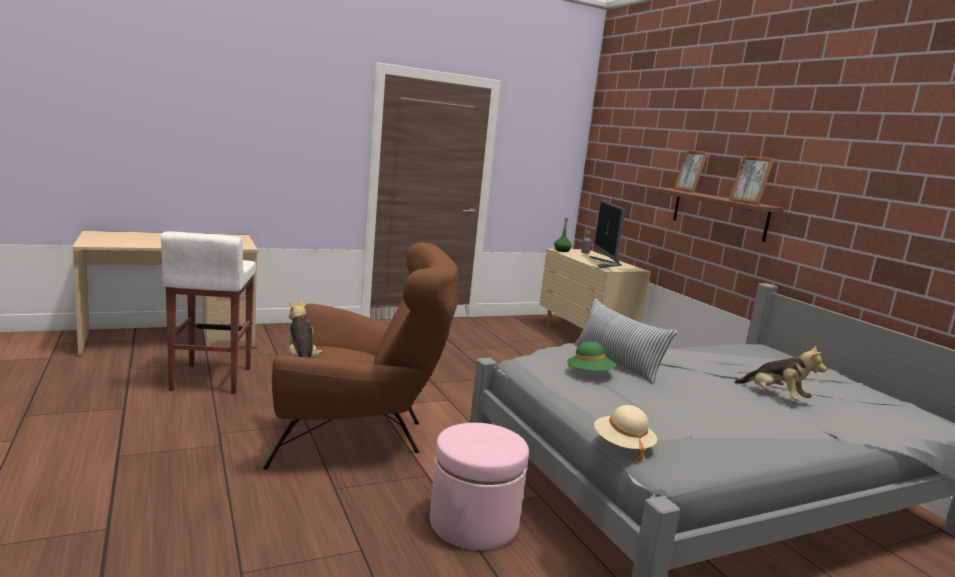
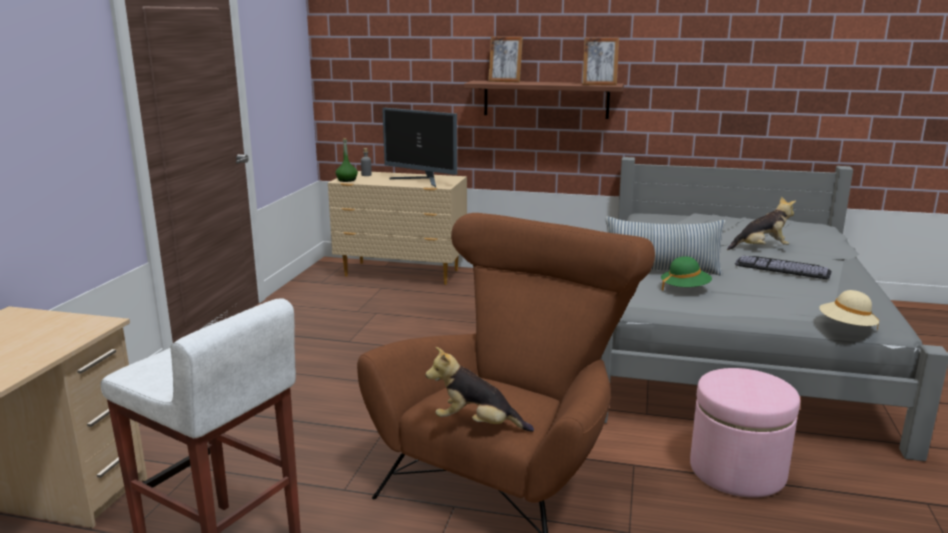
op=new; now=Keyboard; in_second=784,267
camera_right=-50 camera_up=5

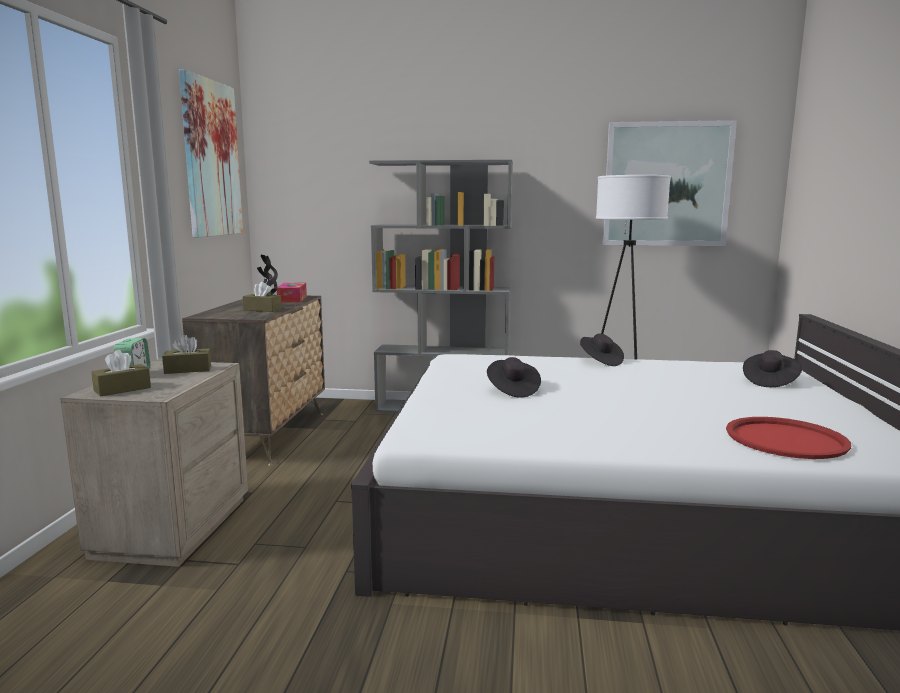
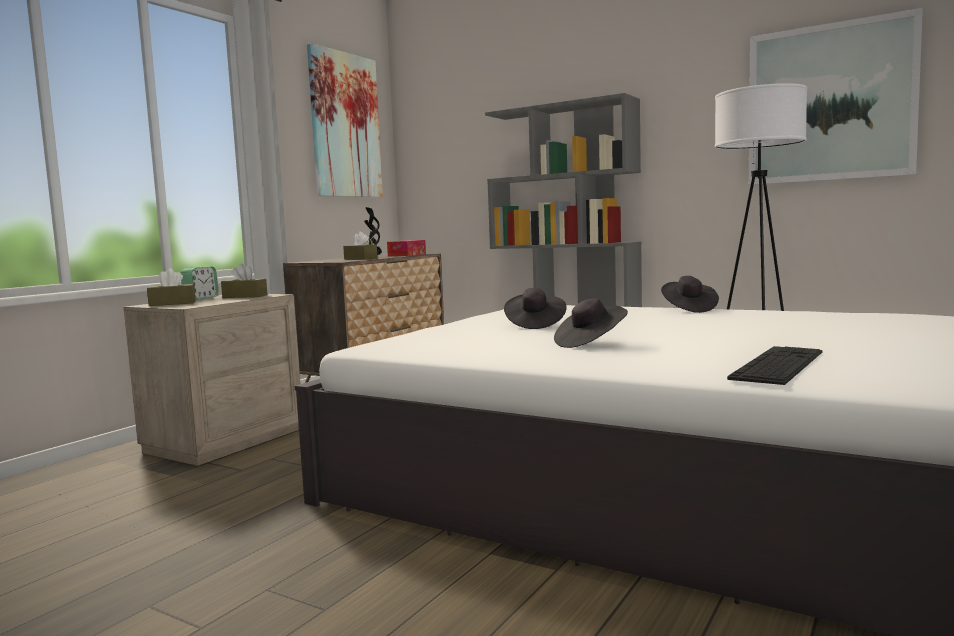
op=shifted; was=BlackHat; in_first=769,381; in_second=590,343
op=swapped; was=RedTray; now=Keyboard; in_first=786,439; in_second=778,365
camera_right=25 camera_up=-5

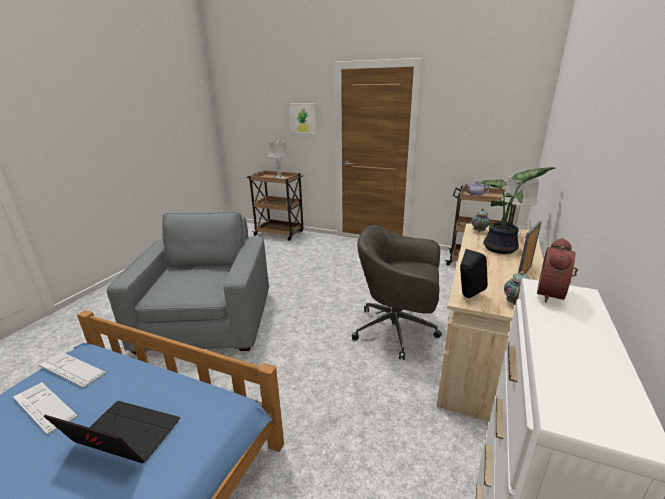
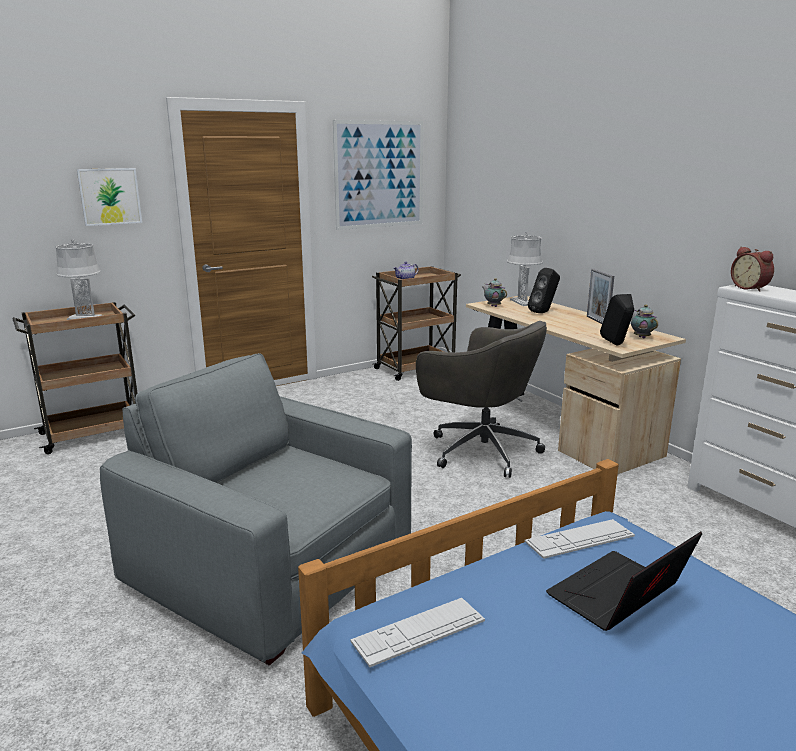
op=new; now=Picture; in_second=379,174
op=rotated; was=GreyOfficeChair; in_first=397,330; in_second=480,450; clockwise=-105
op=shifted; was=Keyboard; in_first=44,407; in_second=579,539
op=swapped; was=PottedPlant; now=BlackSpeaker; in_first=502,249; in_second=544,312
camera_right=-55 camera_up=-5

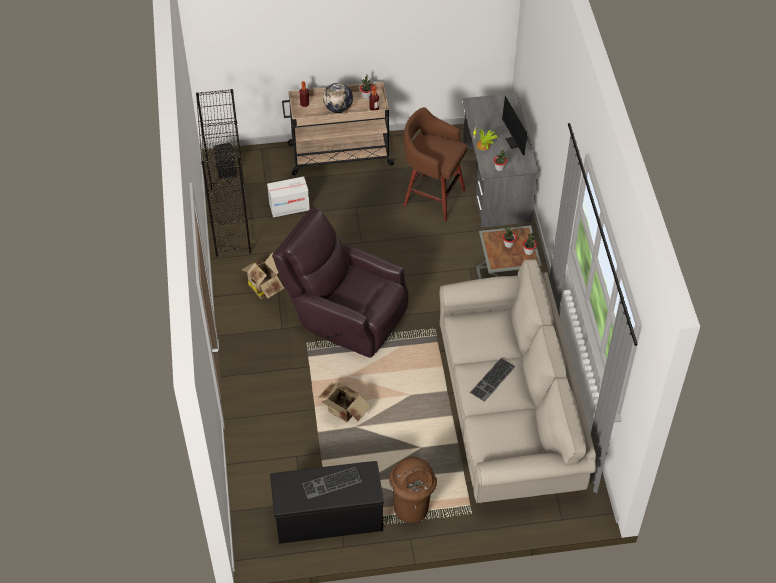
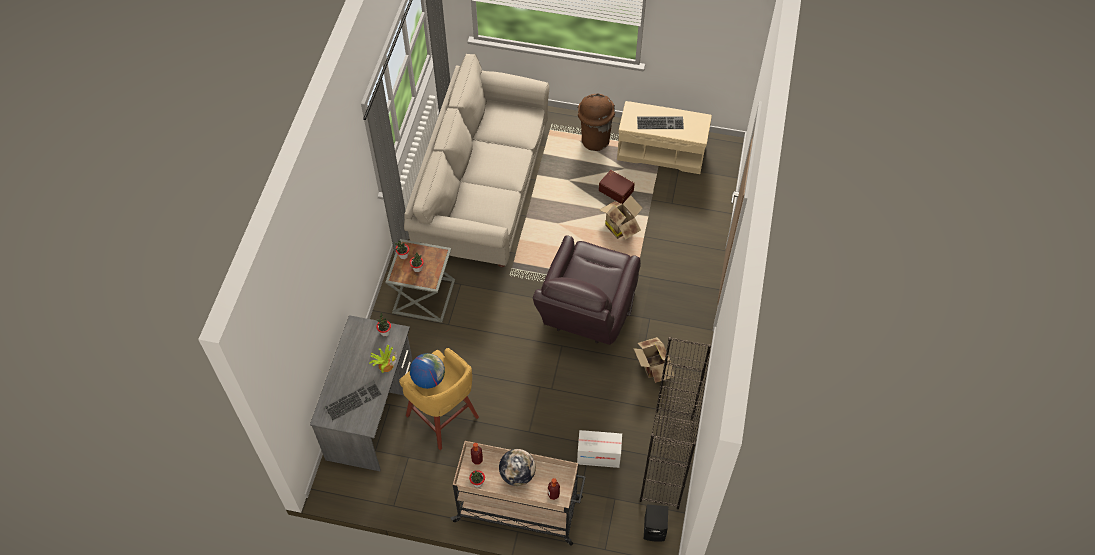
op=shifted; was=Keyboard; in_first=493,380; in_second=353,399
op=repainted; was=BrownStool; now=YellowStool; in_first=432,197; in_second=443,418
op=new; now=Globe; in_second=428,379
op=rotated; was=BrownArmchair; in_first=345,314; in_second=586,314; clockwise=60
op=new; now=BrownStorageBox; in_second=616,190
op=repainted; was=BlackBench; now=BeigeBench; in_first=327,517; in_second=662,152
op=gone; was=Monitor; in_first=515,144
camera_right=-160 camera_up=5

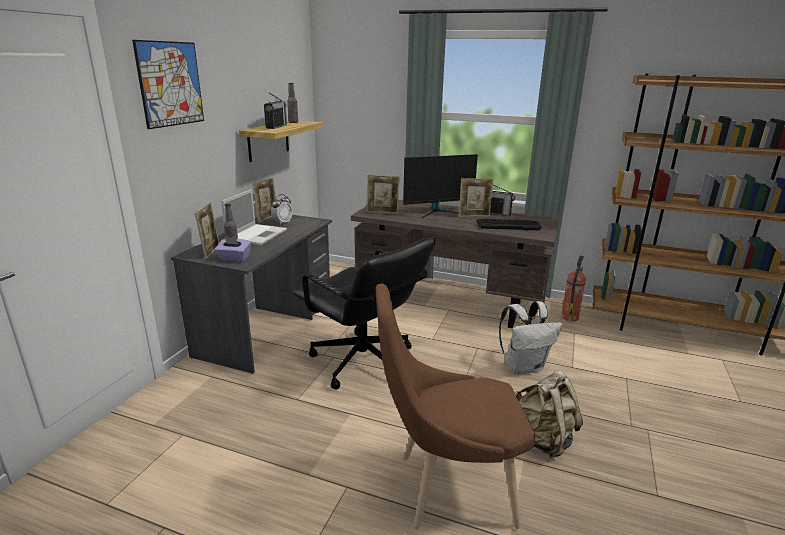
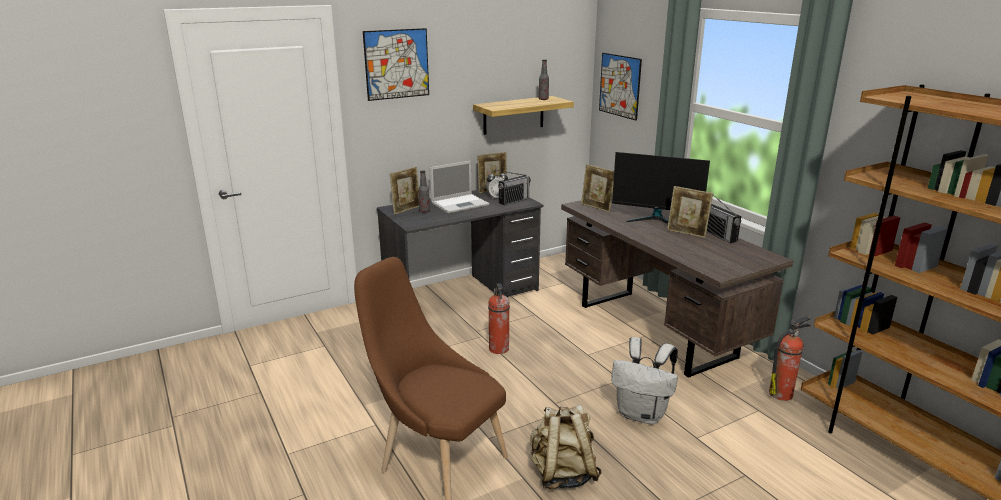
op=swapped; was=BlackOfficeChair; now=FireExtinguisher; in_first=363,362; in_second=499,349
op=shifted; was=Radio; in_first=276,126; in_second=514,201
op=new; now=Picture; in_second=619,85
op=gone; was=PurpleTissueBox; in_first=234,259
op=gone; was=Keyboard; in_first=507,225
camera_right=40 camera_up=0

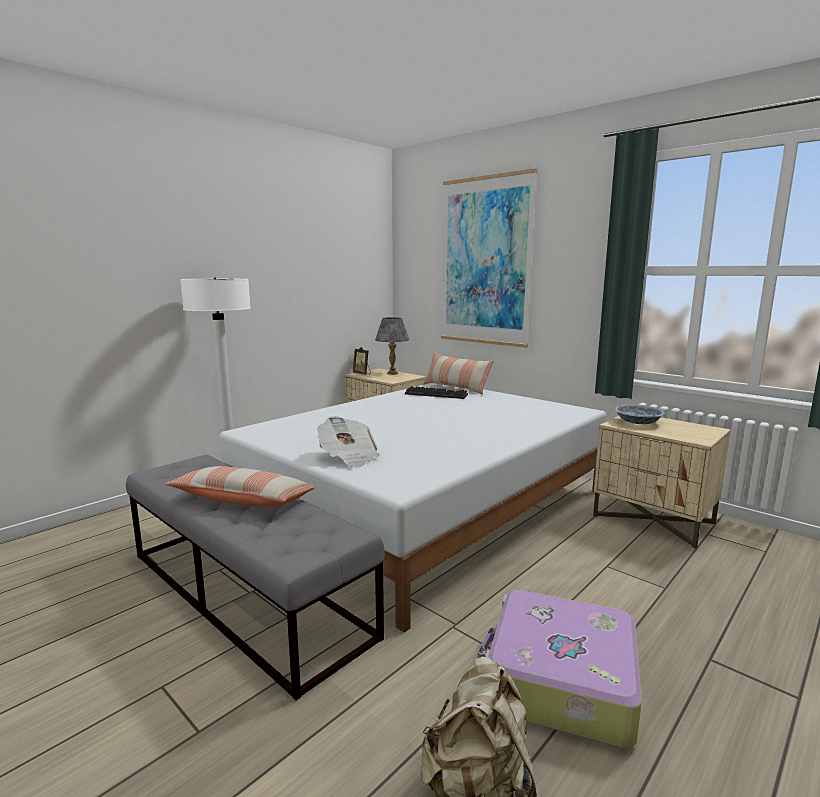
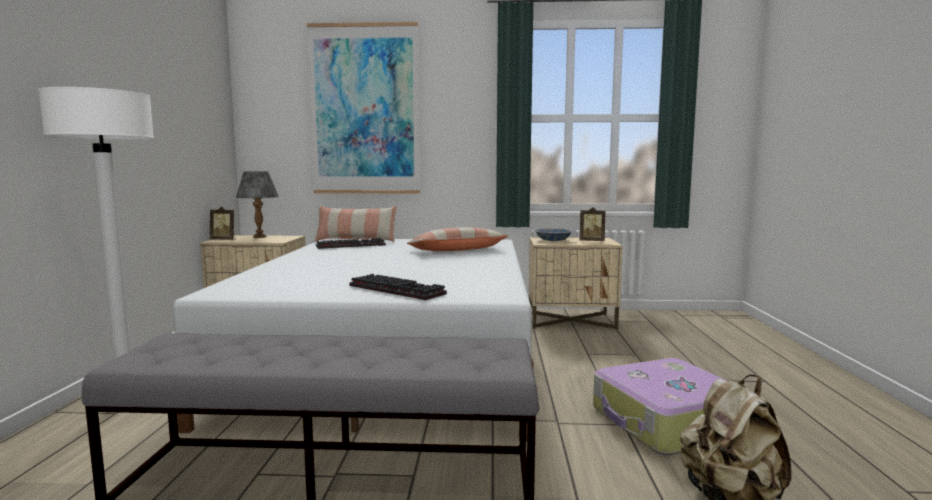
op=swapped; was=Newspaper; now=Keyboard; in_first=348,457; in_second=399,290
op=shifted; was=Pillow; in_first=243,500; in_second=457,250
op=new; now=PictureFrame; in_second=591,241
camera_right=-40 camera_up=-5

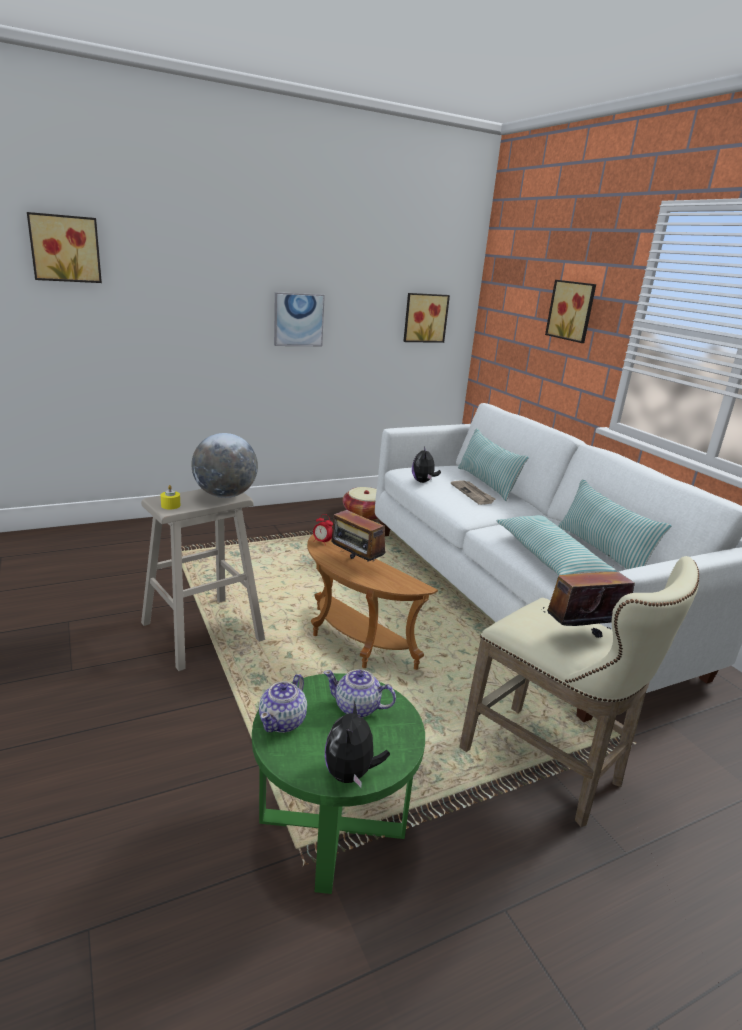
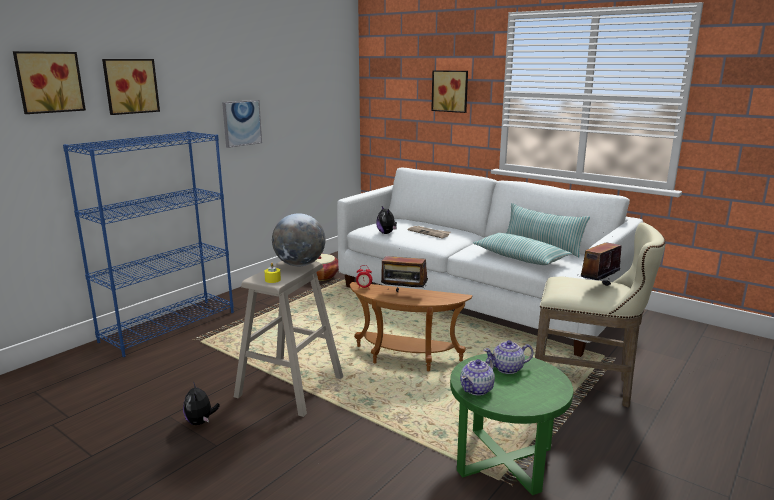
op=new; now=BlueBookcase; in_second=169,326
op=shifted; was=Picture; in_first=424,318; in_second=130,86
op=shifted; was=PlushToy; in_first=351,774; in_second=201,422
op=rotated; was=Teapot; in_first=283,721; in_second=477,389; clockwise=45
op=gone; was=Pillow; in_first=486,483
camera_right=-25 camera_up=-5

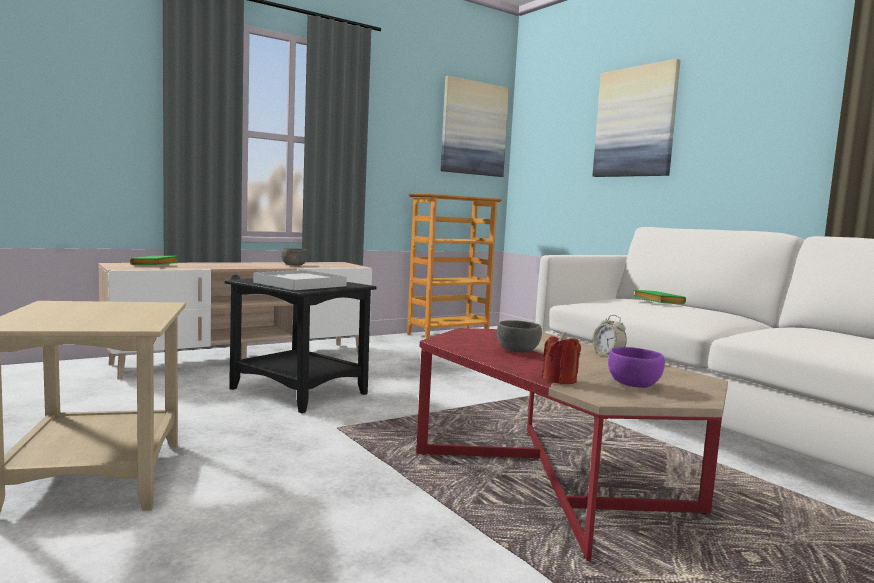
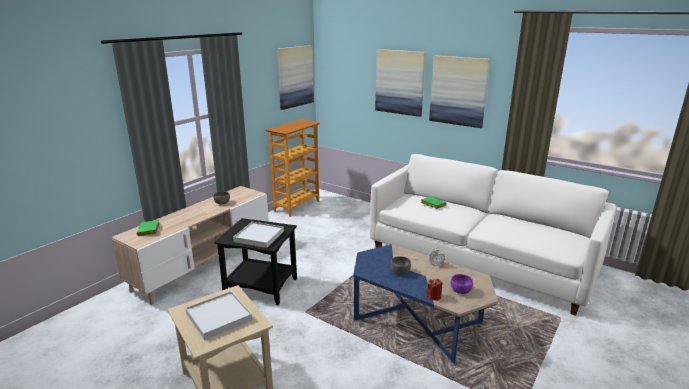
op=new; now=WhiteTray; in_second=219,317
op=repainted; was=RedCoffeeTable; now=BlueCoffeeTable; in_first=551,482; in_second=418,321
op=new; now=Picture; in_second=458,91
camera_right=-20 camera_up=15

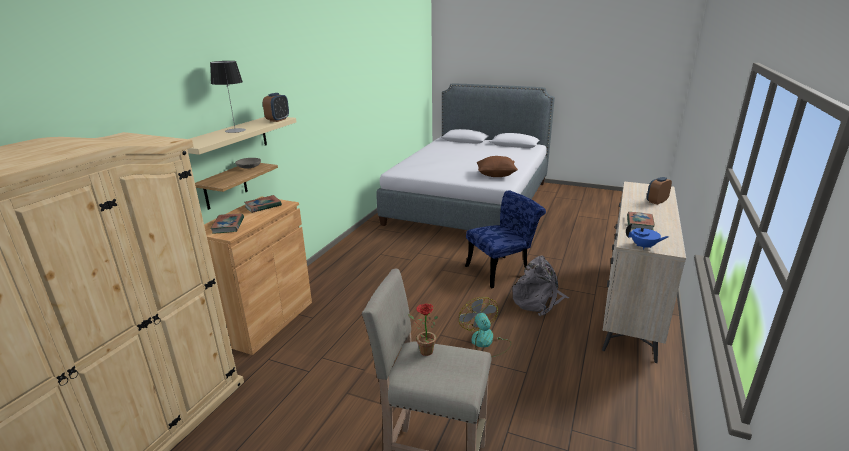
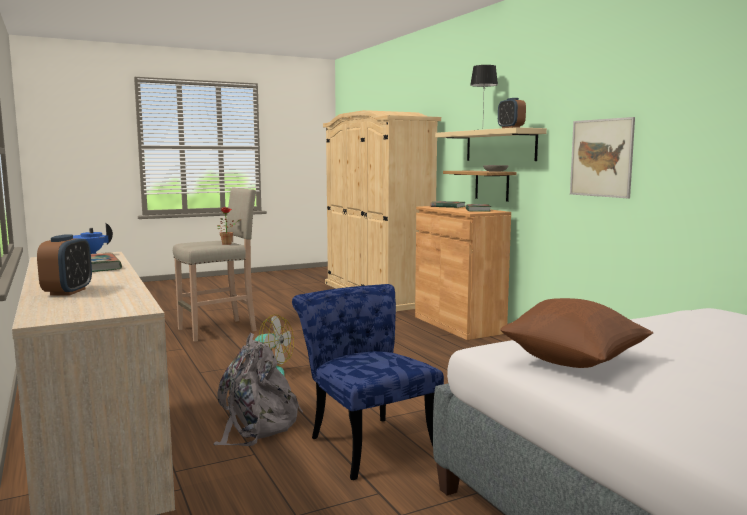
op=rotated; was=BlueChair; in_first=502,270; in_second=367,442; clockwise=135
op=new; now=Picture; in_second=601,158
camera_right=130 camera_up=-15

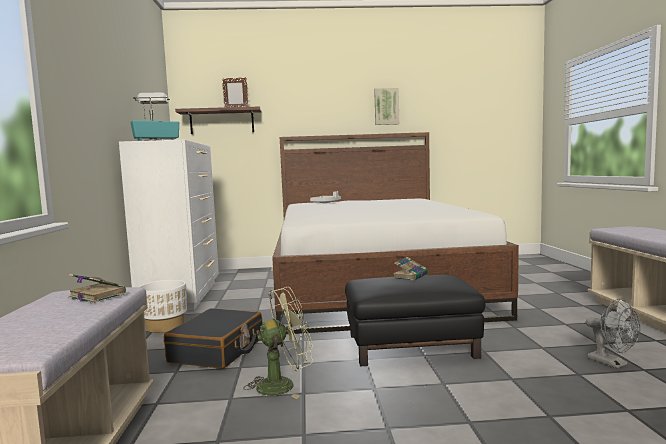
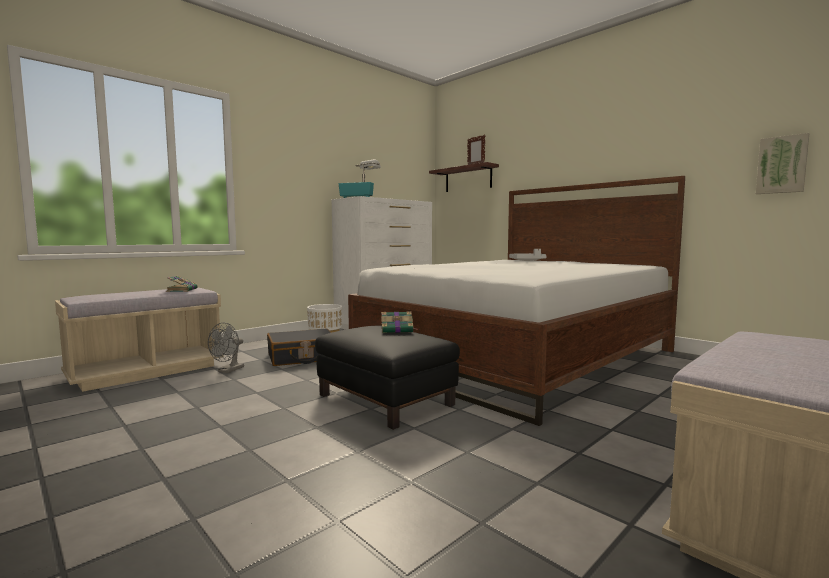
op=shifted; was=GreyFan; in_first=612,363; in_second=228,370
op=shifted; was=Picture; in_first=386,106; in_second=781,165
op=gone; was=GreenFan; in_first=283,384
camera_right=50 camera_up=0

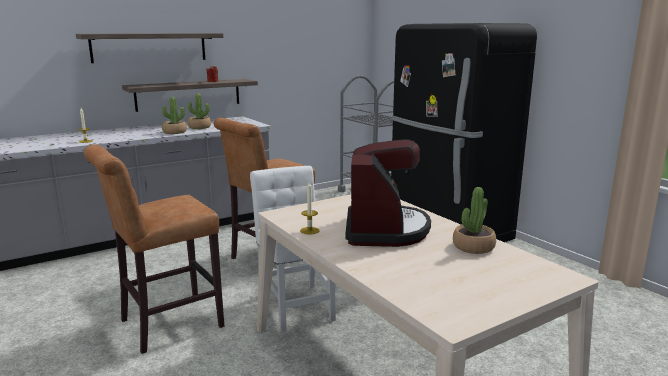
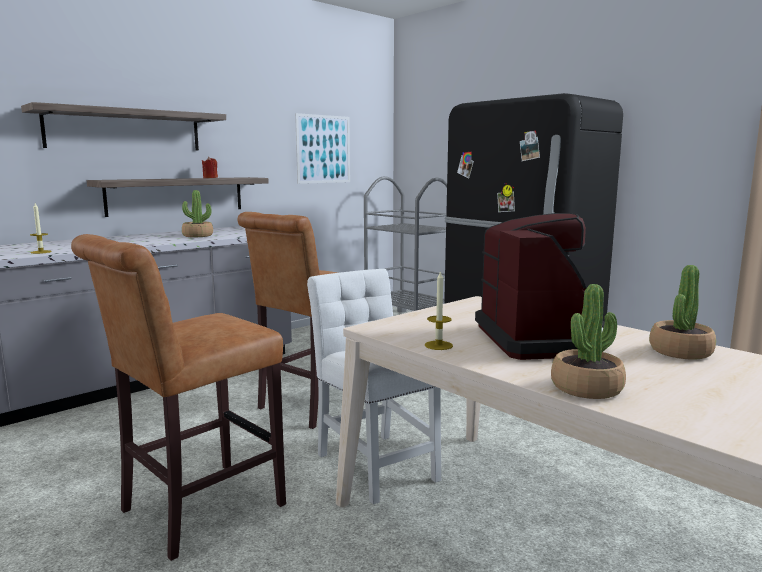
op=new; now=Picture; in_second=323,149
op=shifted; was=PottedPlant; in_first=174,132; in_second=586,388
camera_right=-10 camera_up=-5

